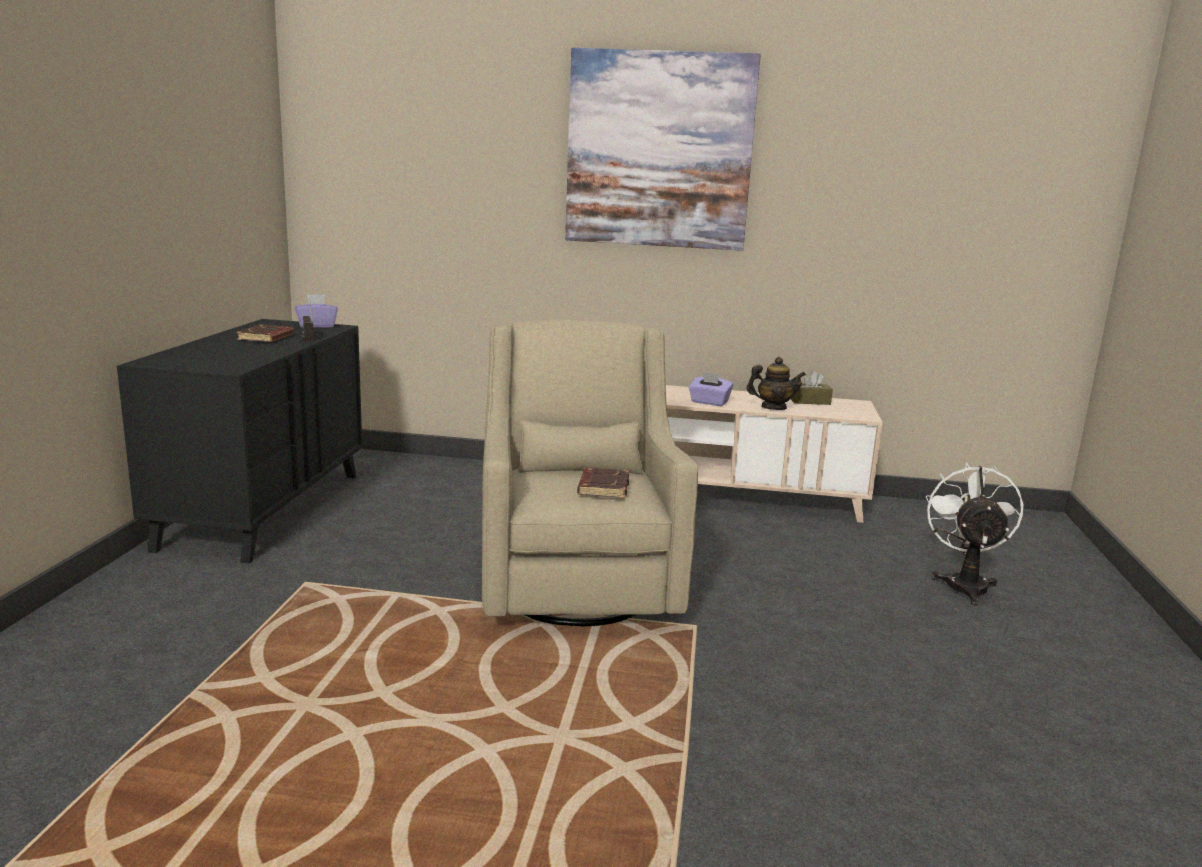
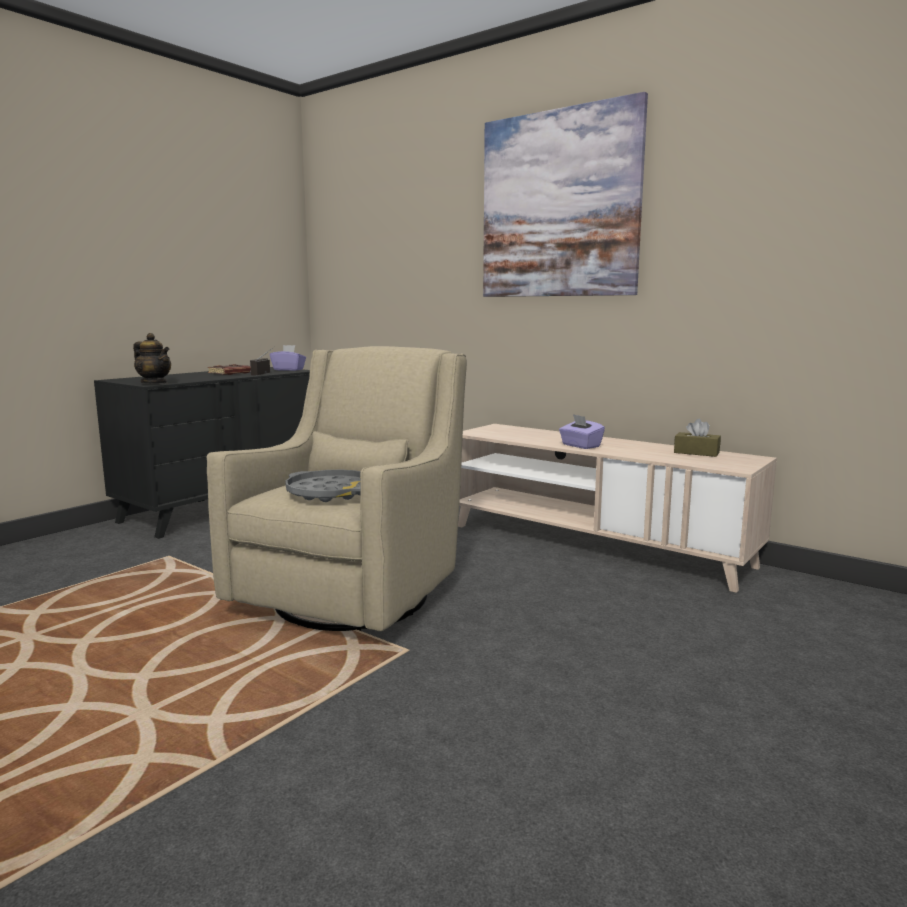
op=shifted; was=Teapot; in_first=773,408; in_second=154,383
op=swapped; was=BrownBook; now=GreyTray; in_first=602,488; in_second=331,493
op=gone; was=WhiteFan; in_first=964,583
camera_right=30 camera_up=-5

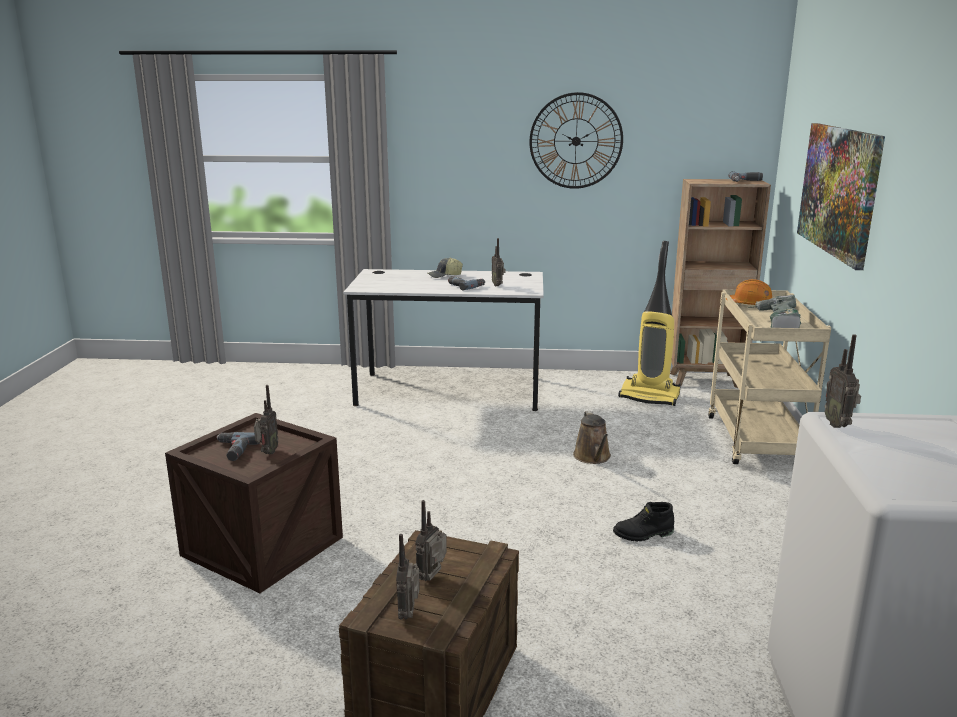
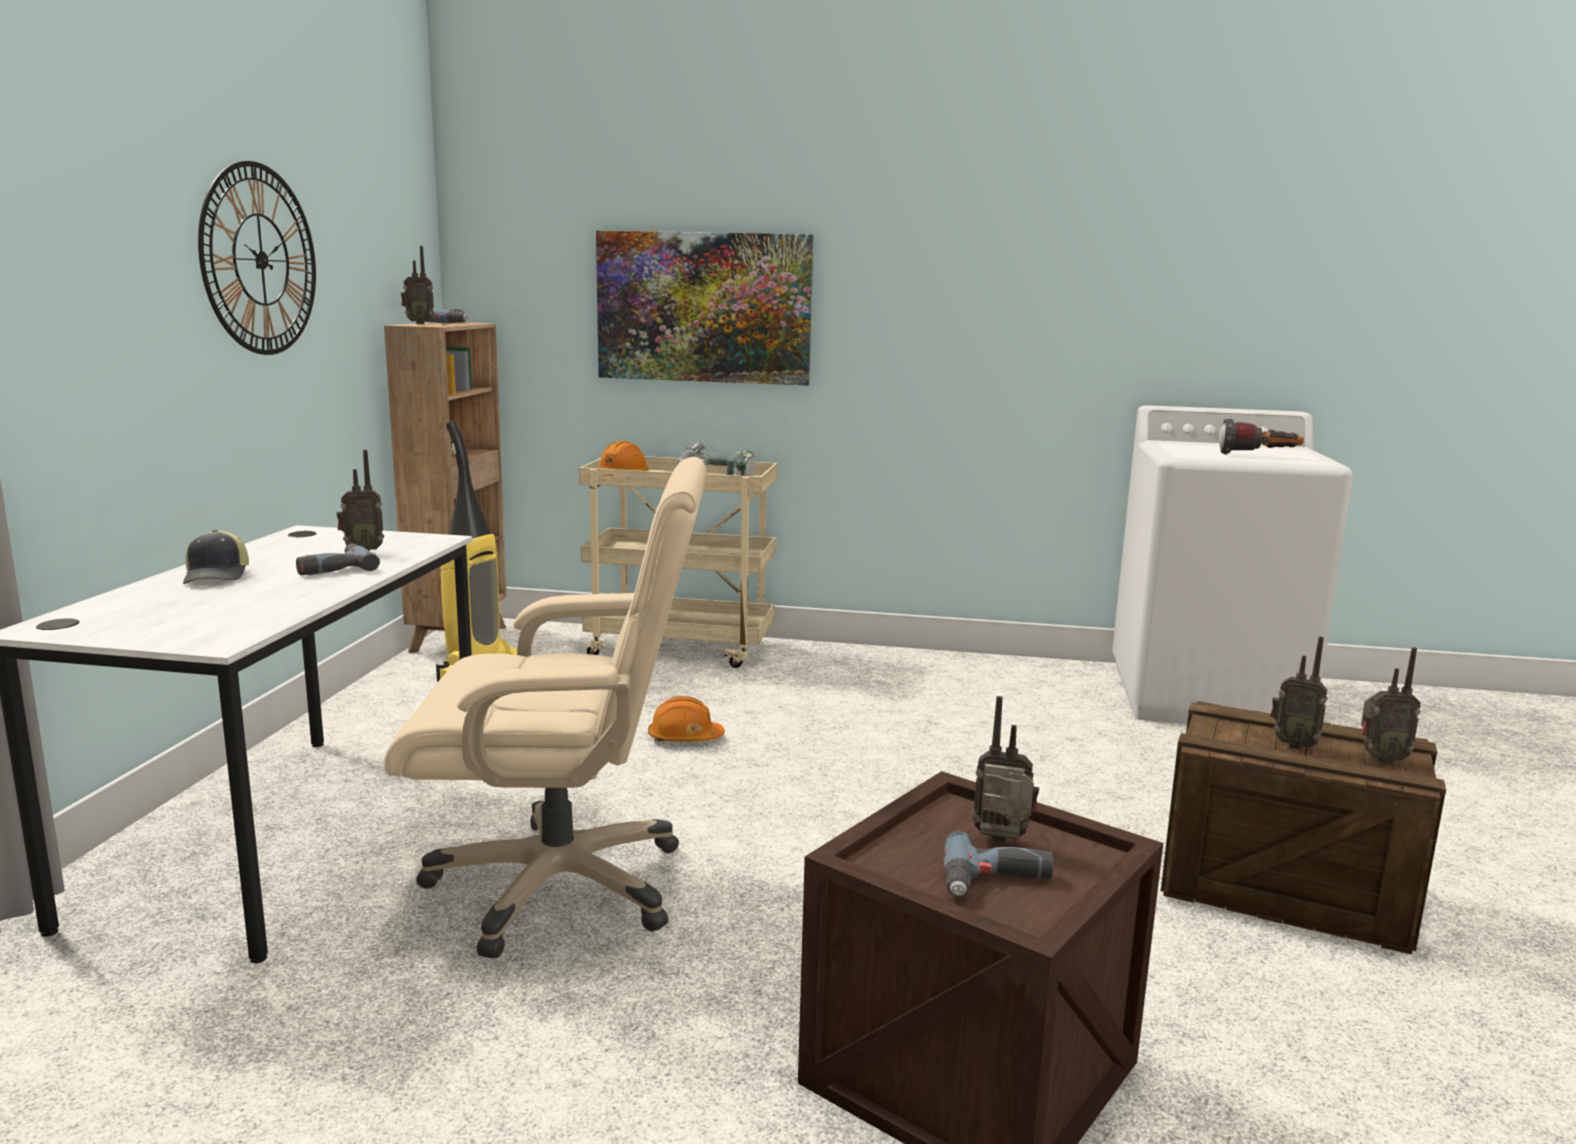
op=new; now=BeigeOfficeChair; in_second=562,885
op=shifted; was=Radio; in_first=838,425; in_second=419,323
op=swapped; was=BrownWateringCan; now=OrangeHardHat; in_first=593,457; in_second=684,738
op=new; now=Flashlight; in_second=1258,456
op=gone; was=BlackBoot; in_first=643,534
camera_right=-85 camera_up=-5

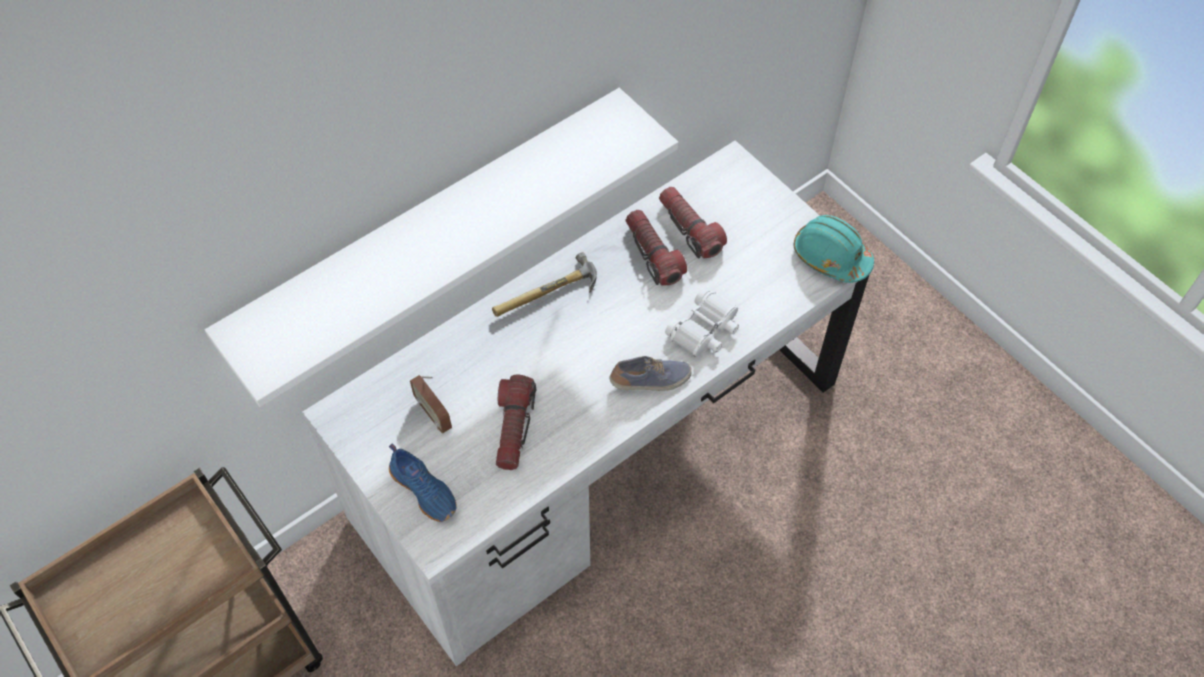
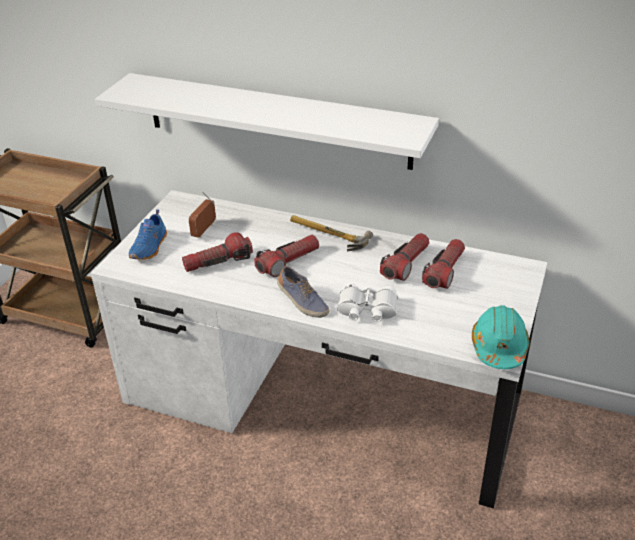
op=new; now=Flashlight; in_second=288,262
camera_right=60 camera_up=-20

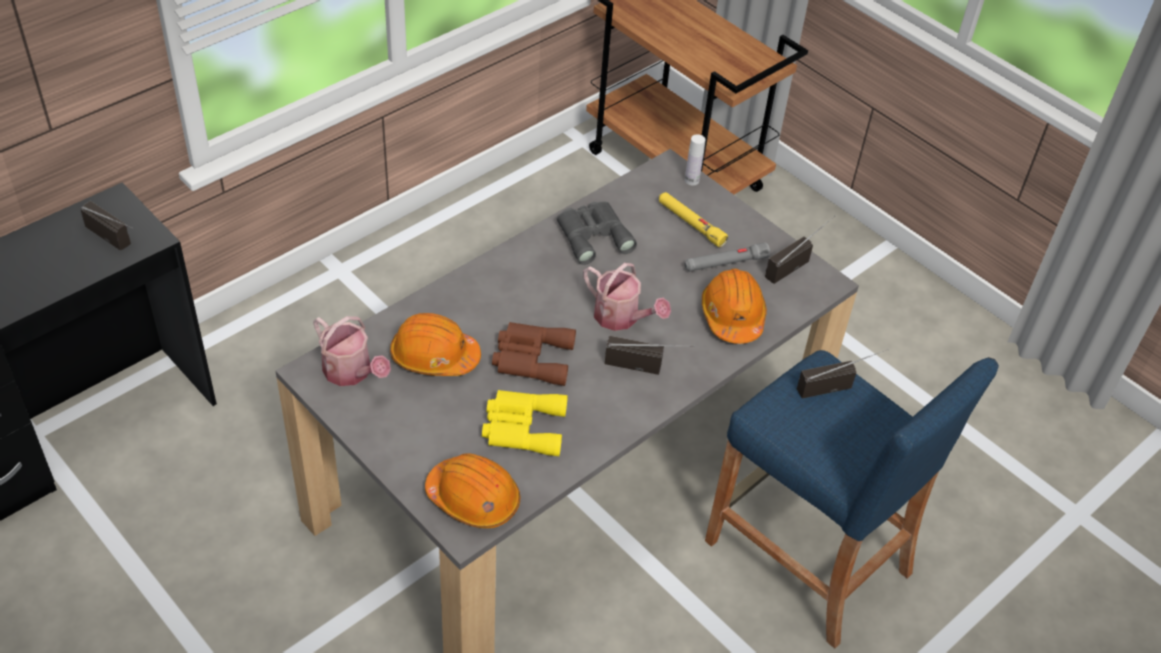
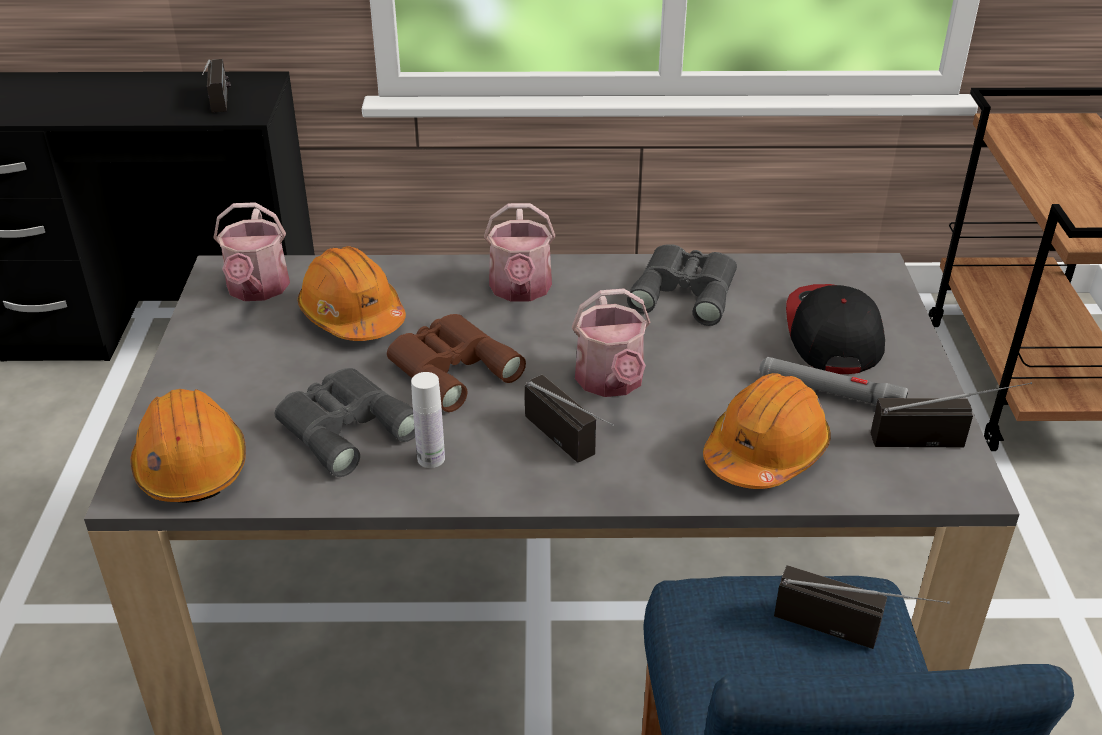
op=repainted; was=YellowBinoculars; now=GreyBinoculars; in_first=522,427; in_second=344,426
op=shifted; was=WhiteBottle; in_first=691,180; in_second=431,458
op=new; now=WateringCan; in_second=520,290
op=swapped; was=YellowFlashlight; now=Cap; in_first=690,223; in_second=832,333
camera_right=45 camera_up=-10

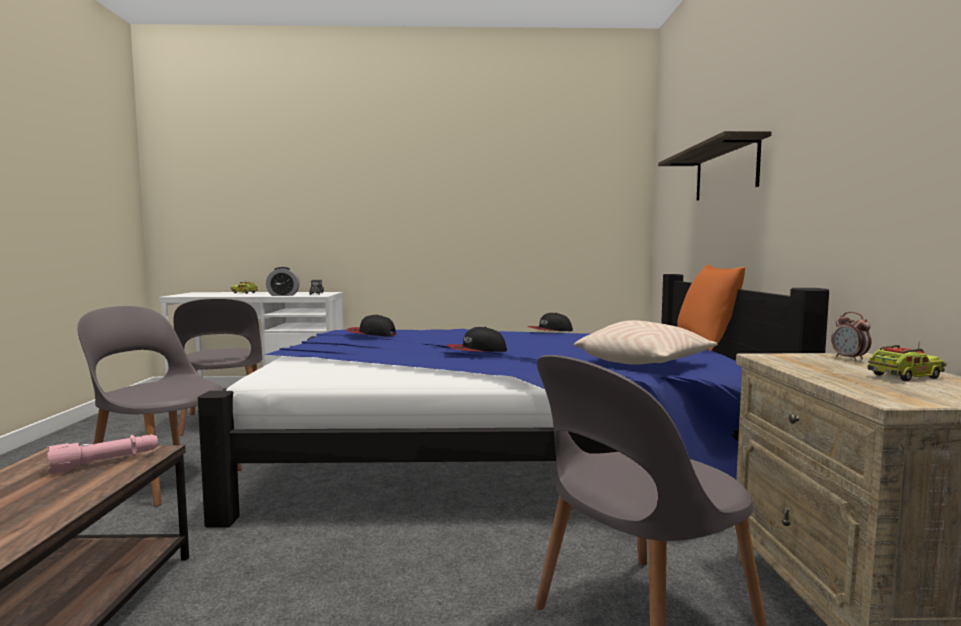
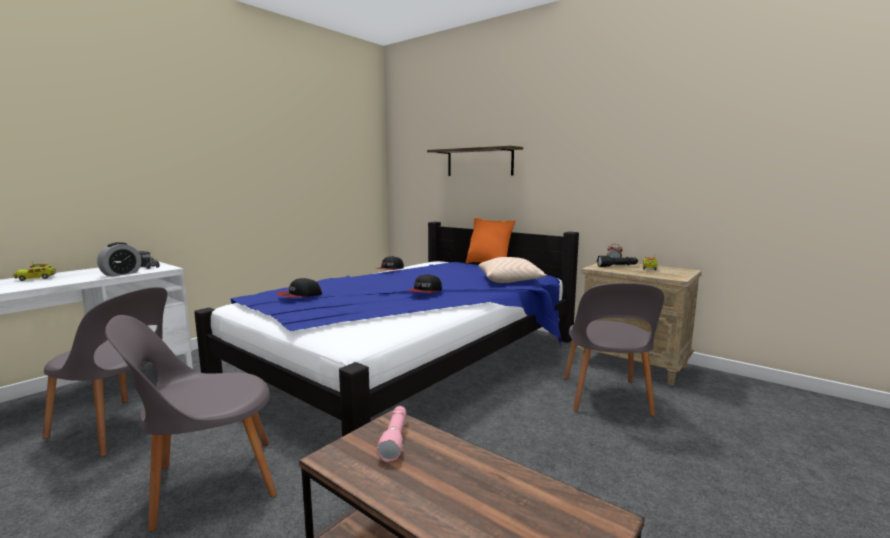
op=new; now=BlackFlashlight; in_second=617,266
camera_right=-50 camera_up=5

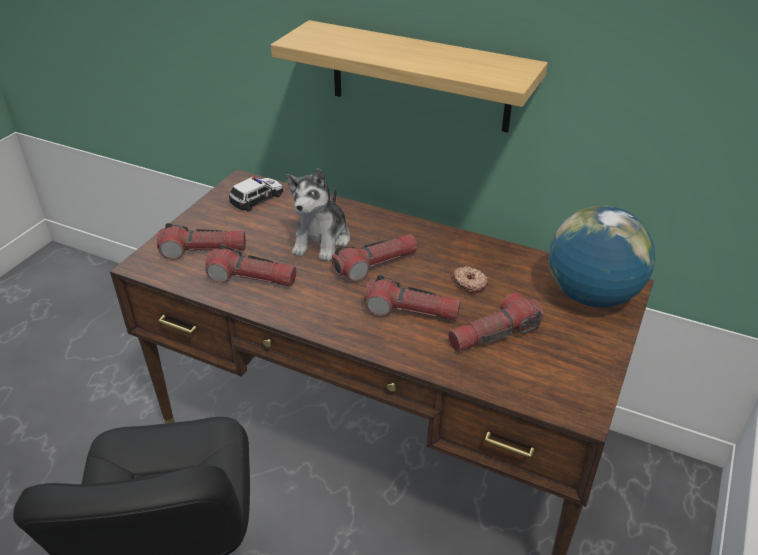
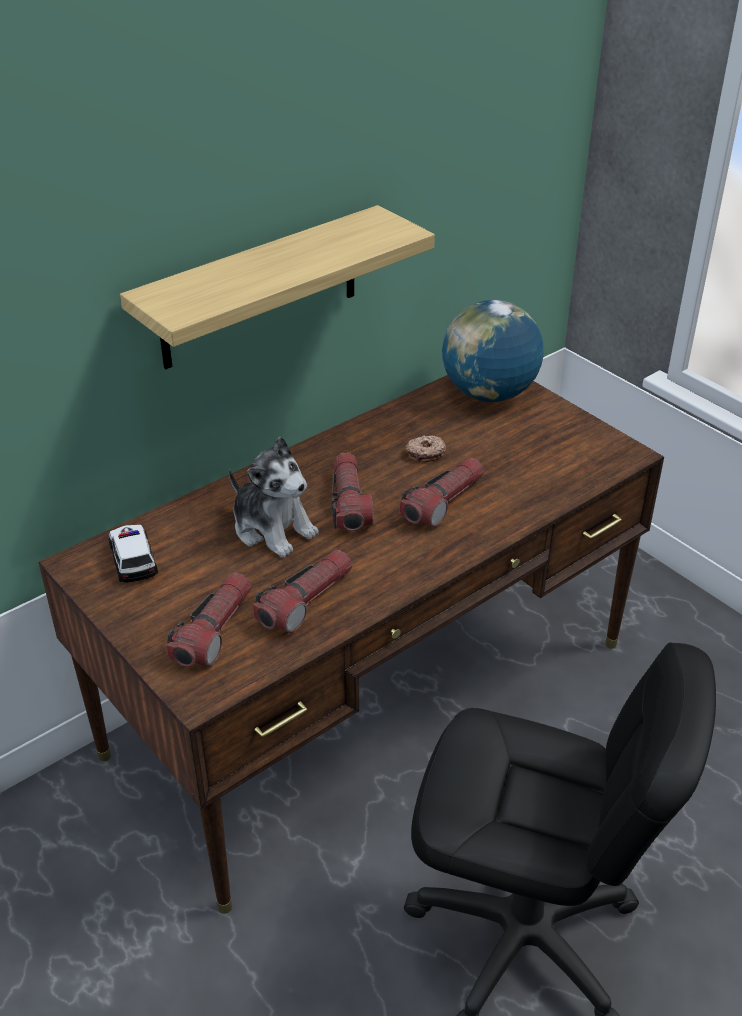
op=gone; was=Flashlight; in_first=494,335
camera_right=-65 camera_up=0

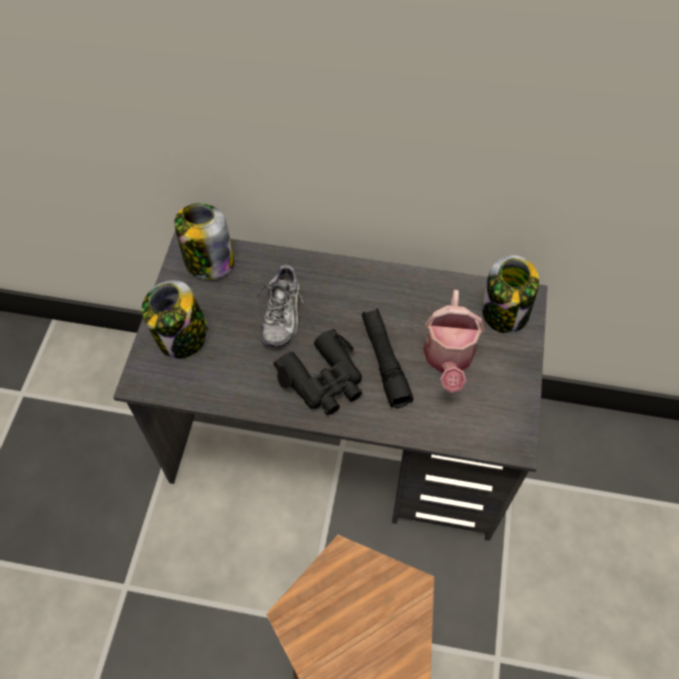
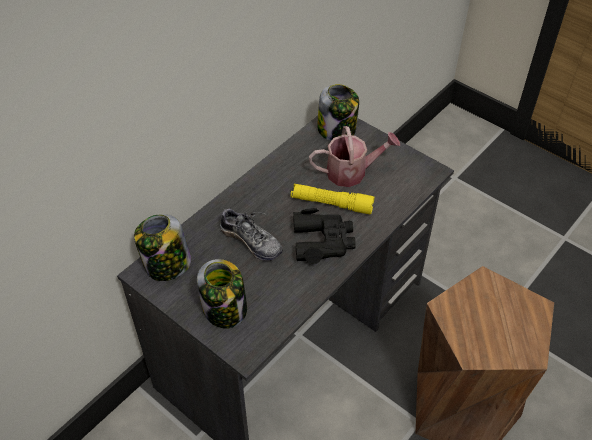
op=repainted; was=BlackFlashlight; now=YellowFlashlight; in_first=384,362; in_second=331,204
op=rotated; was=WateringCan; in_first=448,359; in_second=352,172; clockwise=-45
camera_right=-60 camera_up=-10

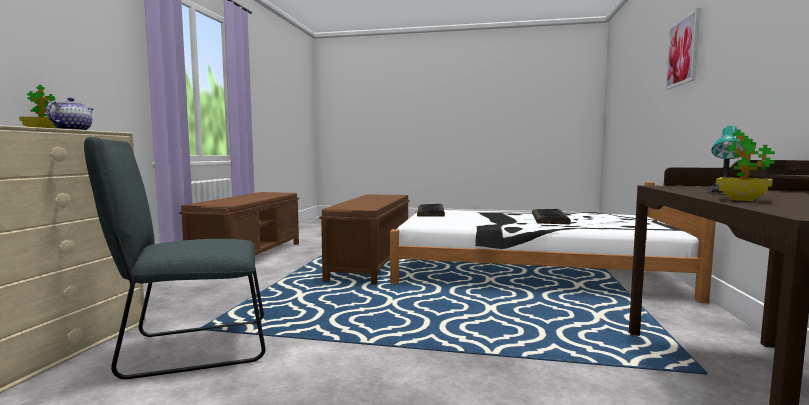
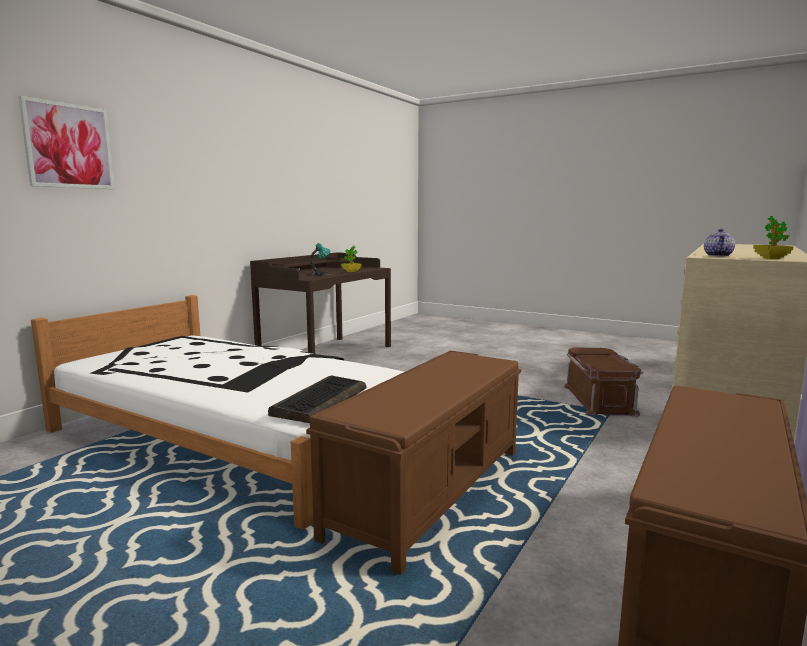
op=swapped; was=GreyChair; now=BrownStorageBox; in_first=190,349; in_second=600,400
op=gone; was=Keyboard; in_first=550,218
camera_right=-160 camera_up=5

